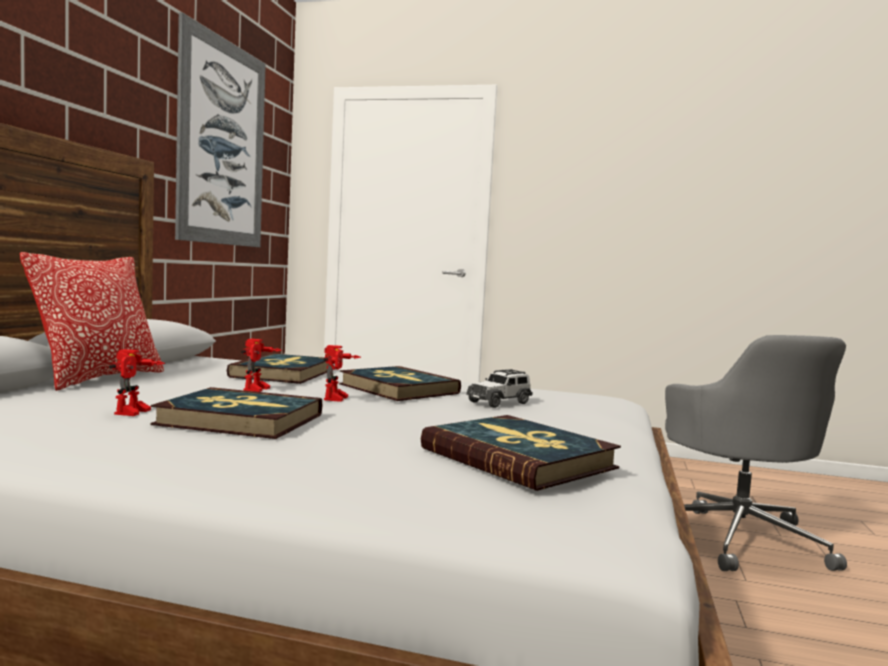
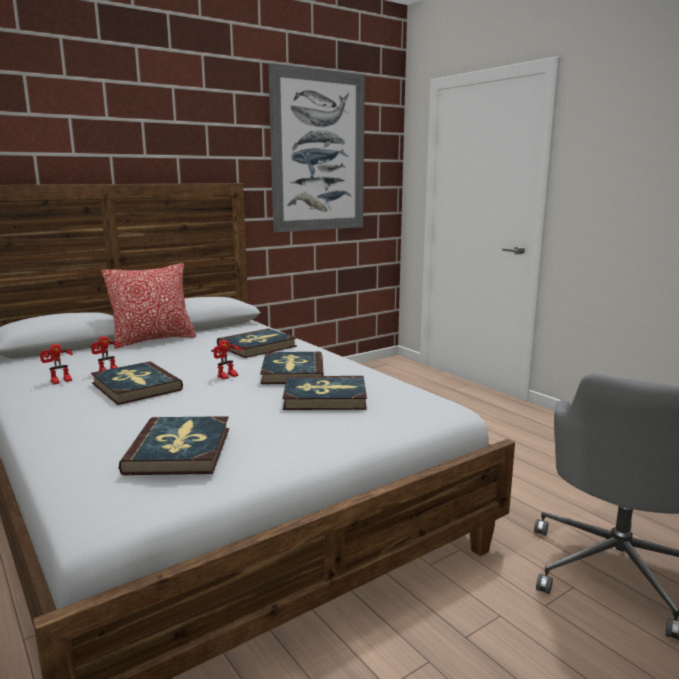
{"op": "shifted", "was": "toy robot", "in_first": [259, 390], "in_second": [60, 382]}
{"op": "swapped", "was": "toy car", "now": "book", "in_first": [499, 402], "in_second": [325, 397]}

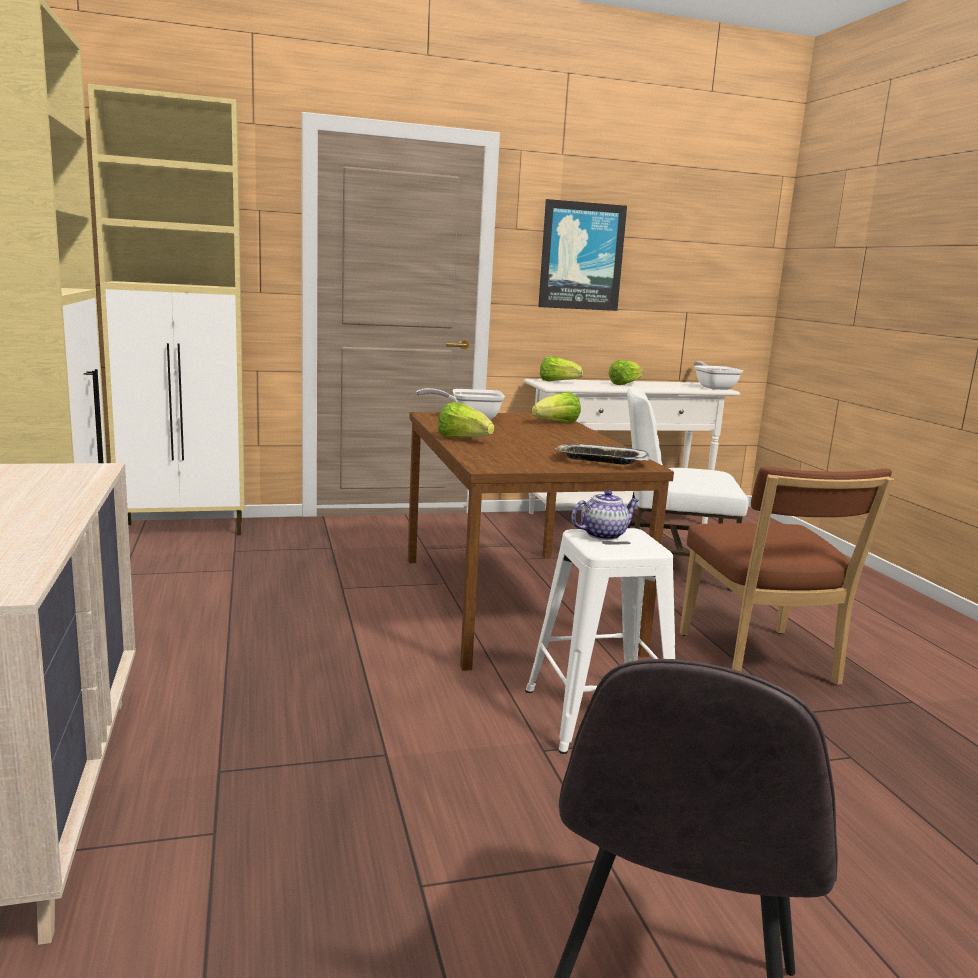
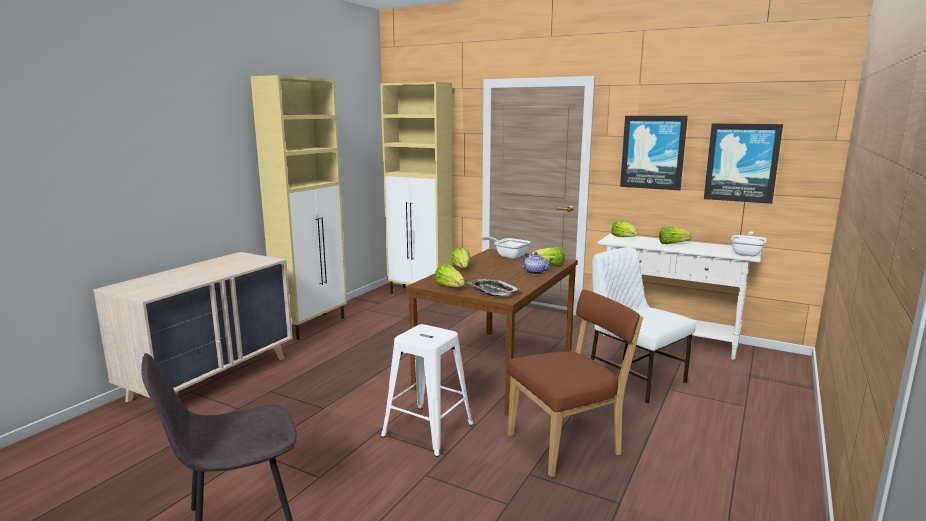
{"op": "shifted", "was": "teapot", "in_first": [604, 535], "in_second": [535, 272]}
{"op": "rotated", "was": "brown chair", "in_first": [760, 662], "in_second": [568, 444], "clockwise": -150}
{"op": "new", "now": "lettuce", "in_second": [450, 287]}
{"op": "new", "now": "picture", "in_second": [741, 163]}

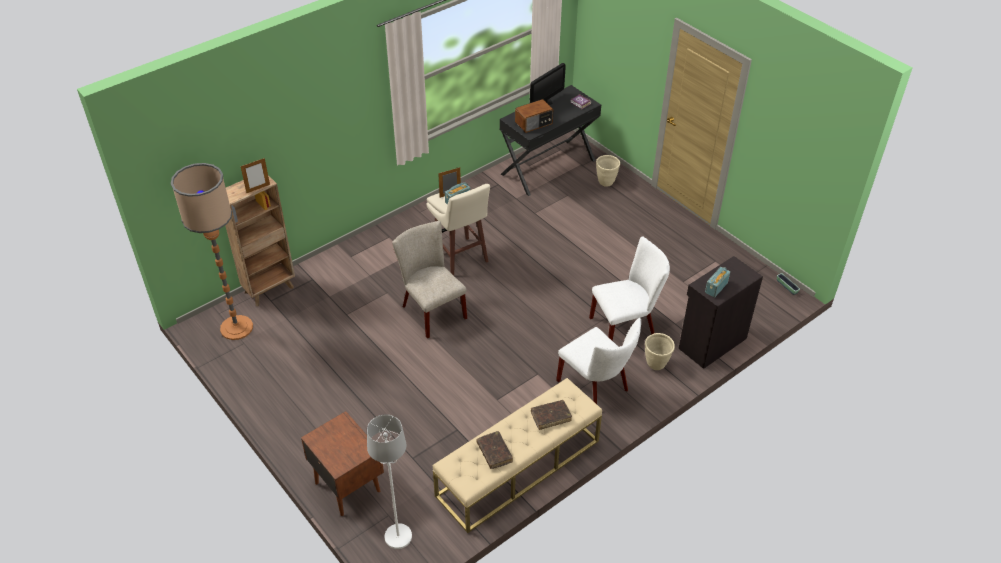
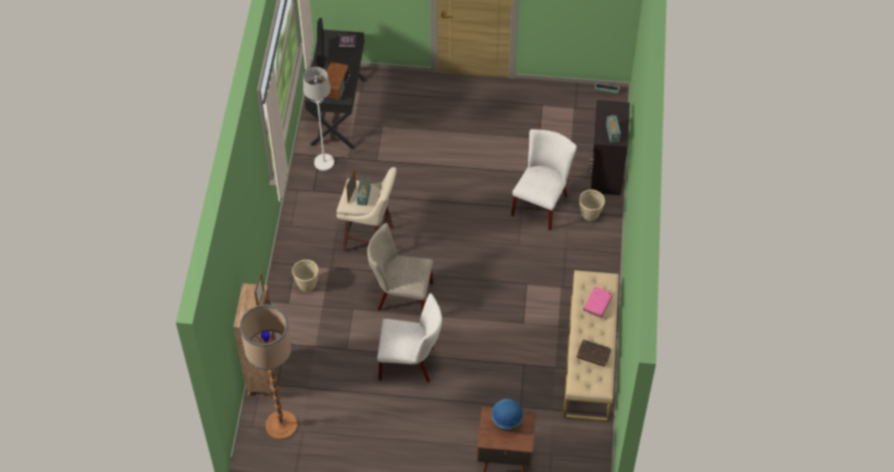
{"op": "shifted", "was": "white floor lamp", "in_first": [398, 537], "in_second": [324, 163]}
{"op": "repainted", "was": "brown book", "now": "pink book", "in_first": [550, 417], "in_second": [597, 304]}
{"op": "shifted", "was": "white chair", "in_first": [596, 387], "in_second": [411, 362]}
{"op": "shifted", "was": "beige planter", "in_first": [606, 182], "in_second": [307, 285]}
{"op": "new", "now": "globe", "in_second": [507, 422]}

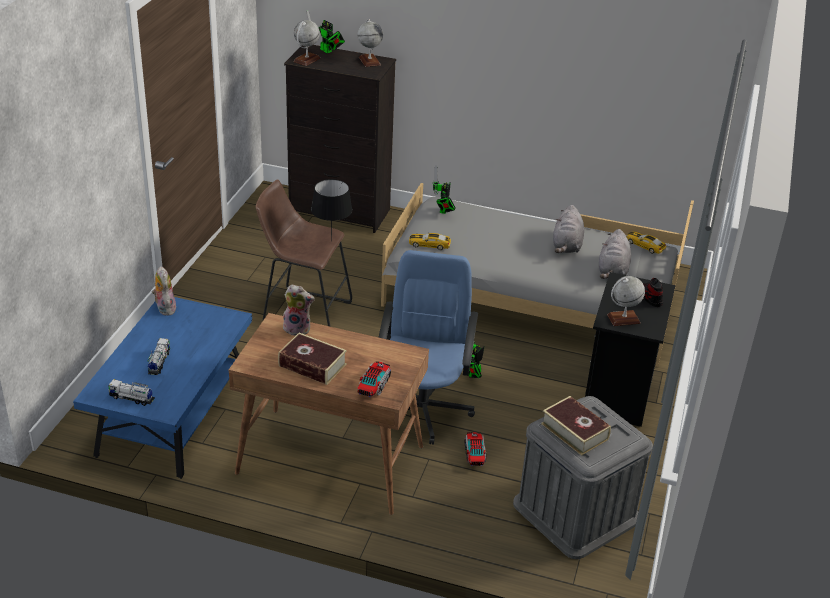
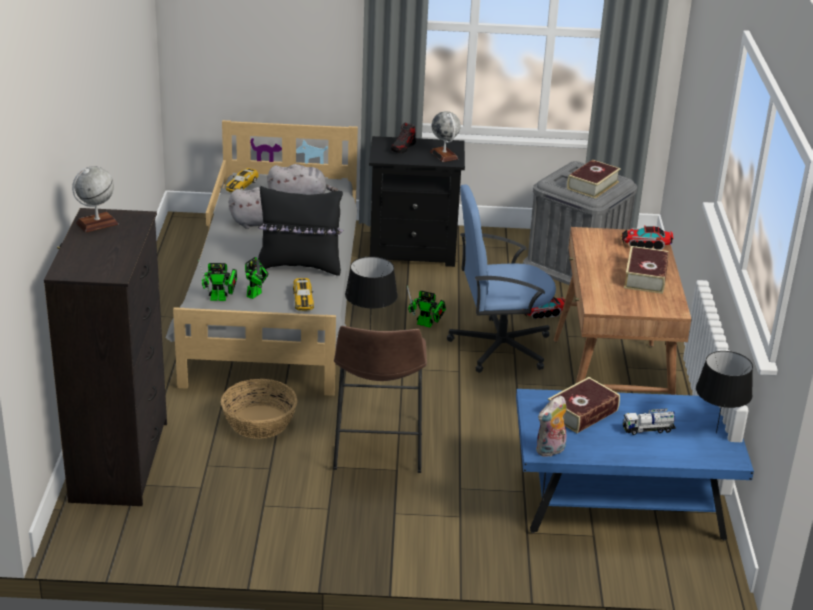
{"op": "swapped", "was": "toy truck", "now": "black table lamp", "in_first": [132, 398], "in_second": [716, 432]}
{"op": "gone", "was": "plush toy", "in_first": [298, 328]}
{"op": "gone", "was": "globe", "in_first": [306, 60]}
{"op": "shifted", "was": "toy robot", "in_first": [327, 51], "in_second": [255, 293]}
{"op": "new", "now": "basket", "in_second": [258, 422]}
{"op": "new", "now": "black pillow", "in_second": [300, 266]}
{"op": "new", "now": "book", "in_second": [582, 412]}

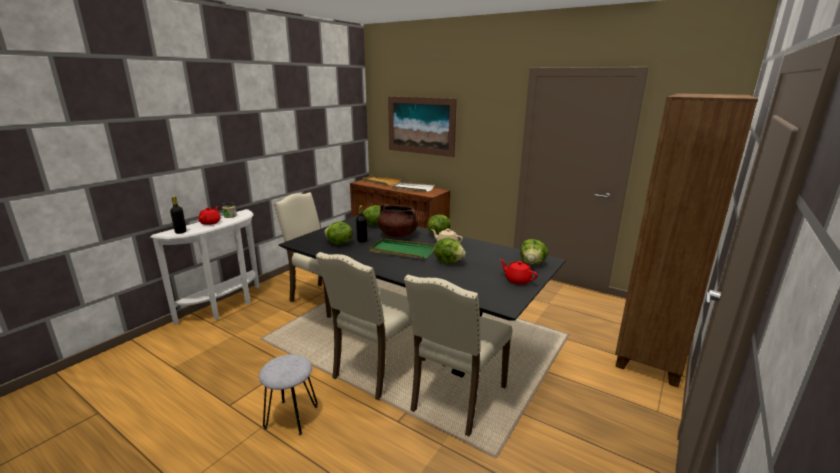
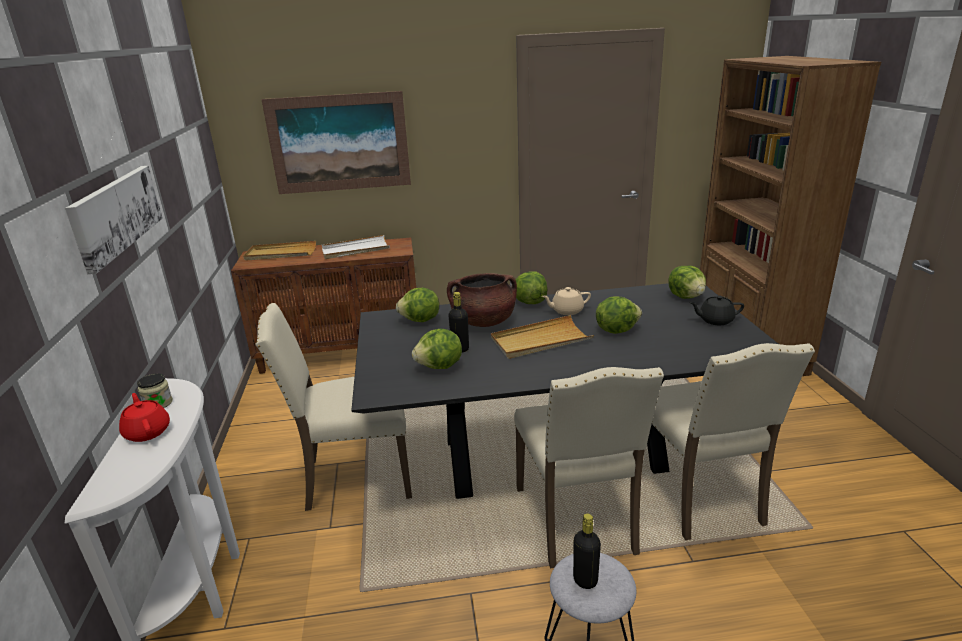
{"op": "shifted", "was": "black bottle", "in_first": [180, 232], "in_second": [585, 580]}
{"op": "repainted", "was": "green tray", "now": "beige tray", "in_first": [402, 251], "in_second": [540, 340]}
{"op": "repainted", "was": "red teapot", "now": "black teapot", "in_first": [517, 280], "in_second": [715, 320]}
{"op": "new", "now": "picture", "in_second": [116, 214]}

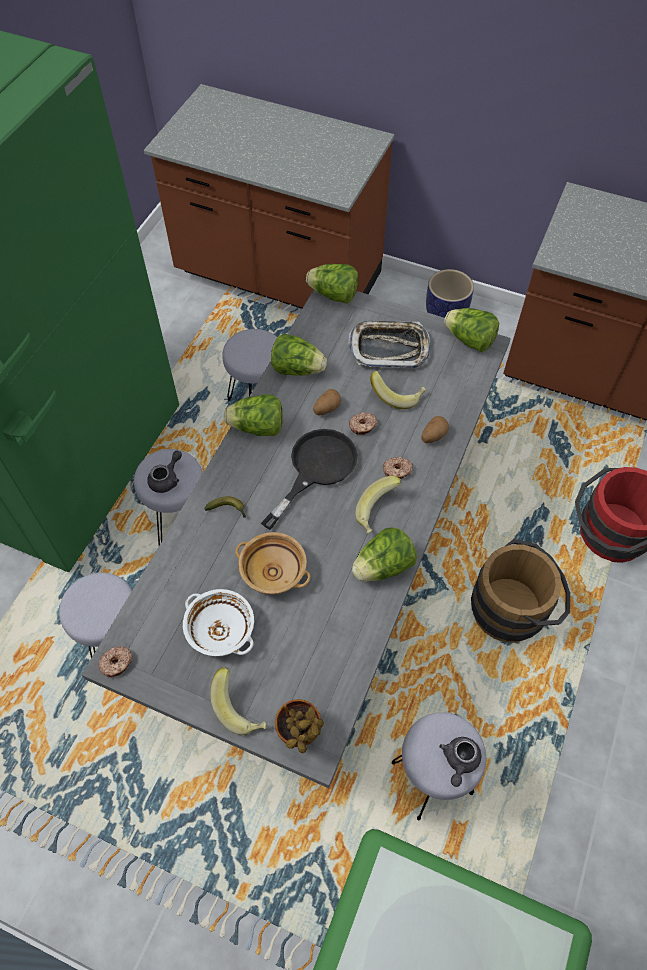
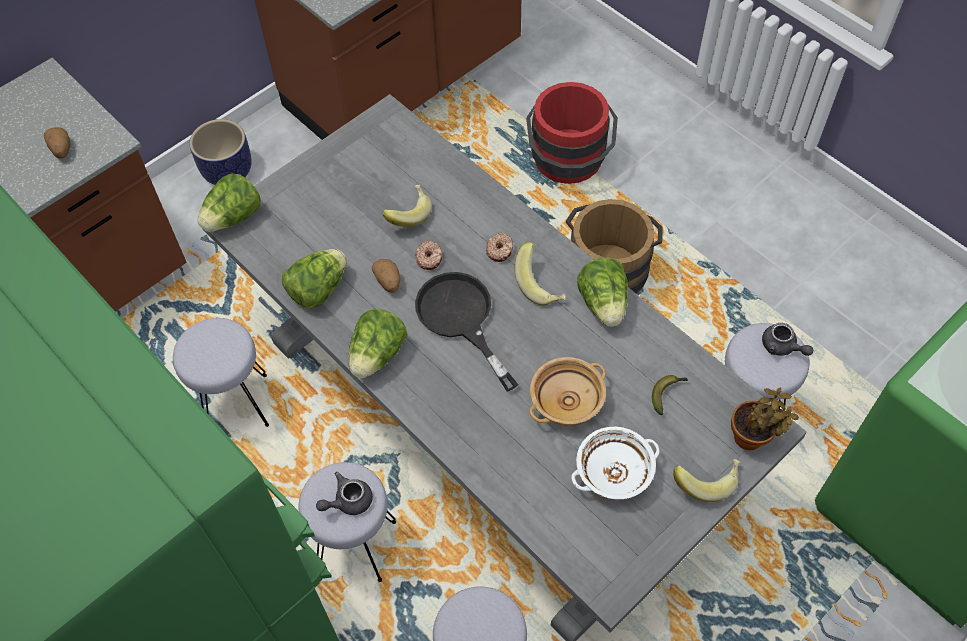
{"op": "gone", "was": "donut", "in_first": [117, 663]}
{"op": "rotated", "was": "grey teapot", "in_first": [167, 479], "in_second": [348, 501], "clockwise": -90}
{"op": "shifted", "was": "banana", "in_first": [228, 510], "in_second": [667, 394]}
{"op": "gone", "was": "tray", "in_first": [389, 348]}
{"op": "shifted", "was": "potato", "in_first": [433, 436], "in_second": [61, 150]}
{"op": "gone", "was": "lettuce", "in_first": [469, 340]}

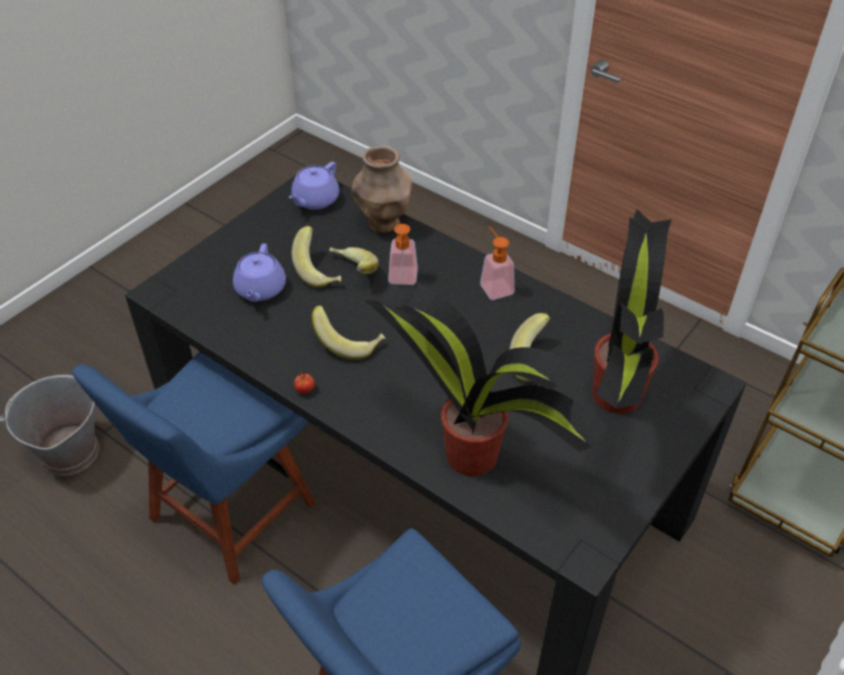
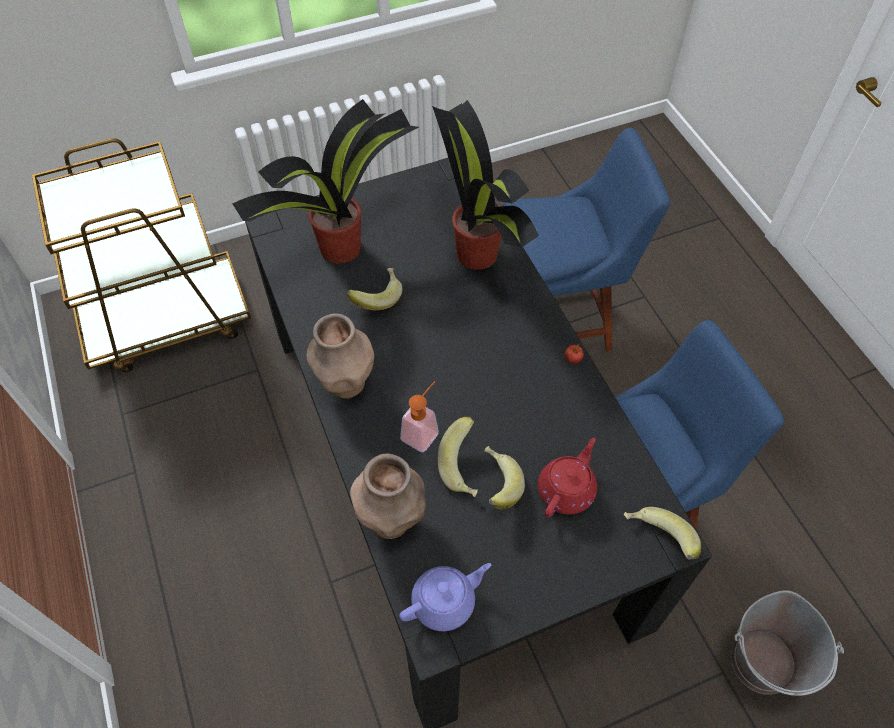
{"op": "repainted", "was": "purple teapot", "now": "red teapot", "in_first": [260, 289], "in_second": [566, 490]}
{"op": "shifted", "was": "banana", "in_first": [349, 343], "in_second": [657, 540]}
{"op": "swapped", "was": "soap dispenser", "now": "brown vase", "in_first": [494, 285], "in_second": [345, 384]}

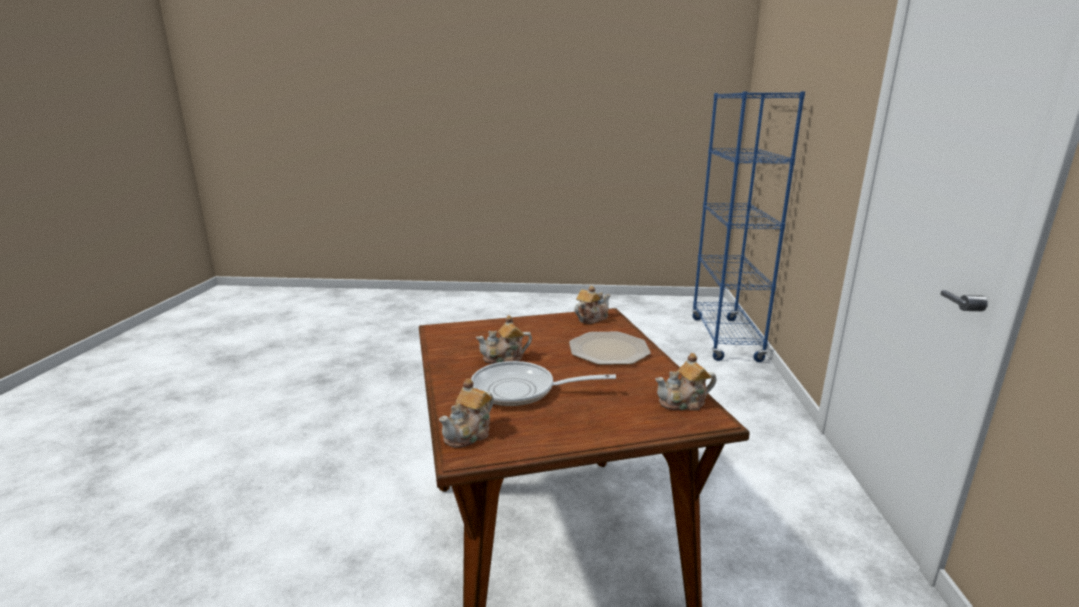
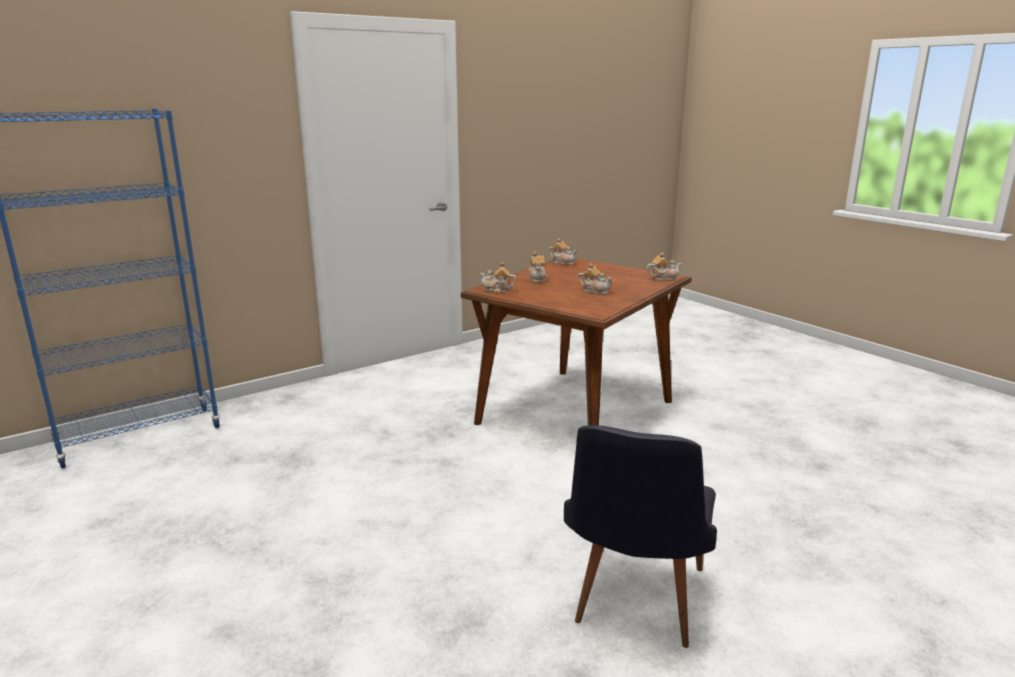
{"op": "gone", "was": "frying pan", "in_first": [521, 391]}
{"op": "swapped", "was": "plate", "now": "teapot", "in_first": [609, 350], "in_second": [537, 279]}
{"op": "new", "now": "black chair", "in_second": [634, 603]}

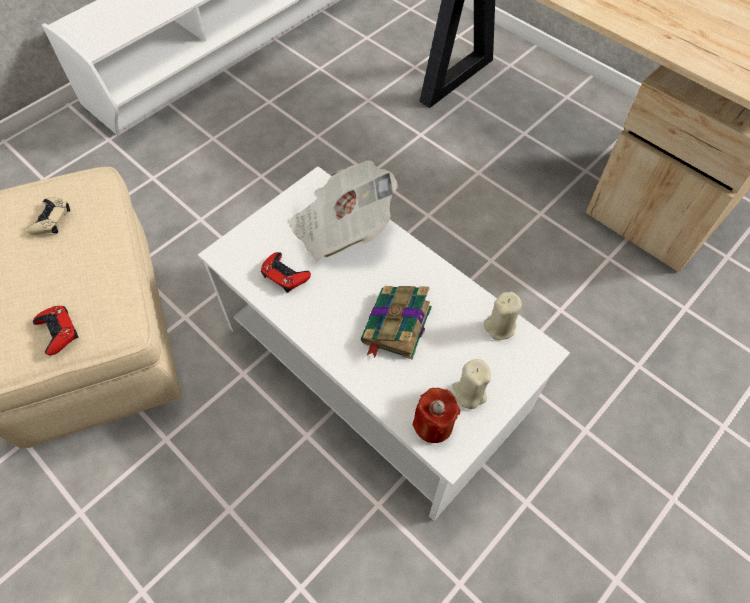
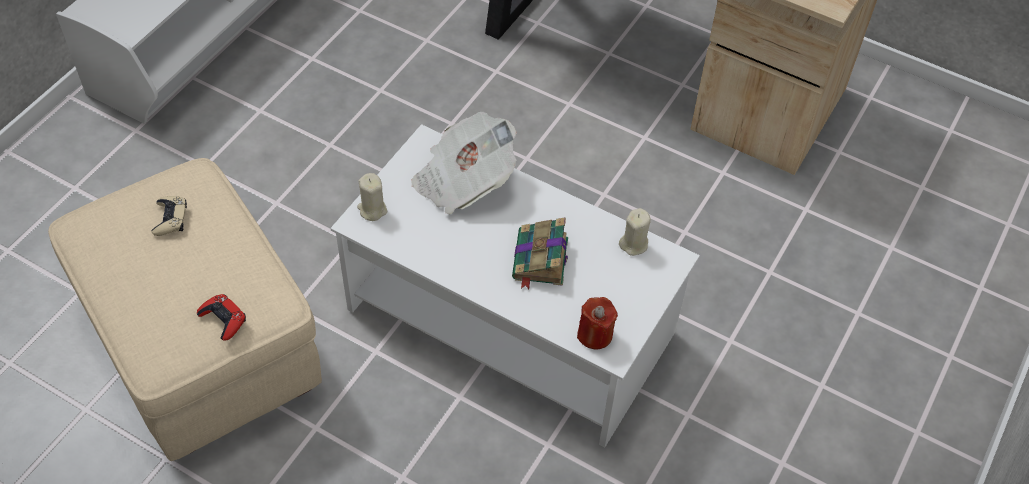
{"op": "gone", "was": "red game controller", "in_first": [285, 275]}
{"op": "shifted", "was": "beige candle", "in_first": [469, 393], "in_second": [372, 210]}

